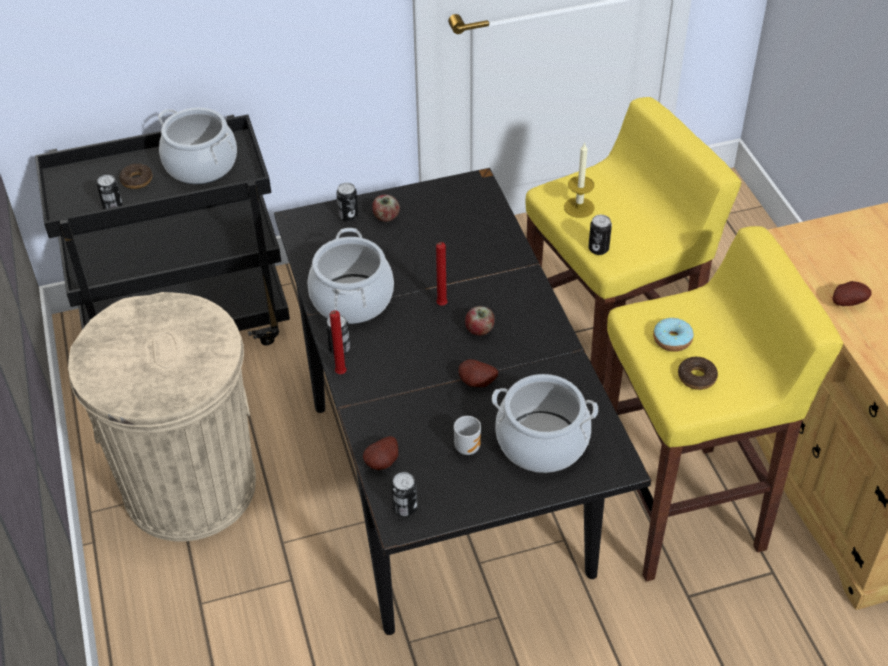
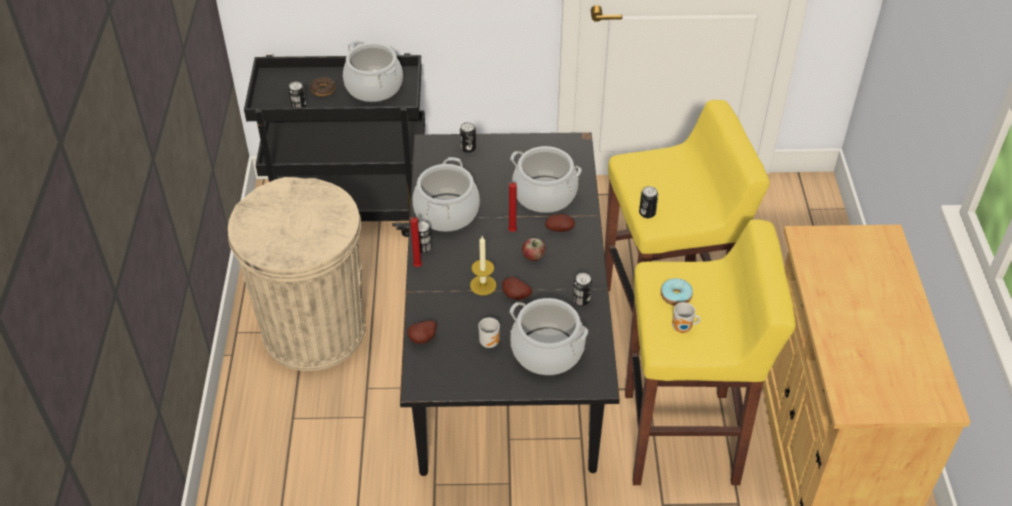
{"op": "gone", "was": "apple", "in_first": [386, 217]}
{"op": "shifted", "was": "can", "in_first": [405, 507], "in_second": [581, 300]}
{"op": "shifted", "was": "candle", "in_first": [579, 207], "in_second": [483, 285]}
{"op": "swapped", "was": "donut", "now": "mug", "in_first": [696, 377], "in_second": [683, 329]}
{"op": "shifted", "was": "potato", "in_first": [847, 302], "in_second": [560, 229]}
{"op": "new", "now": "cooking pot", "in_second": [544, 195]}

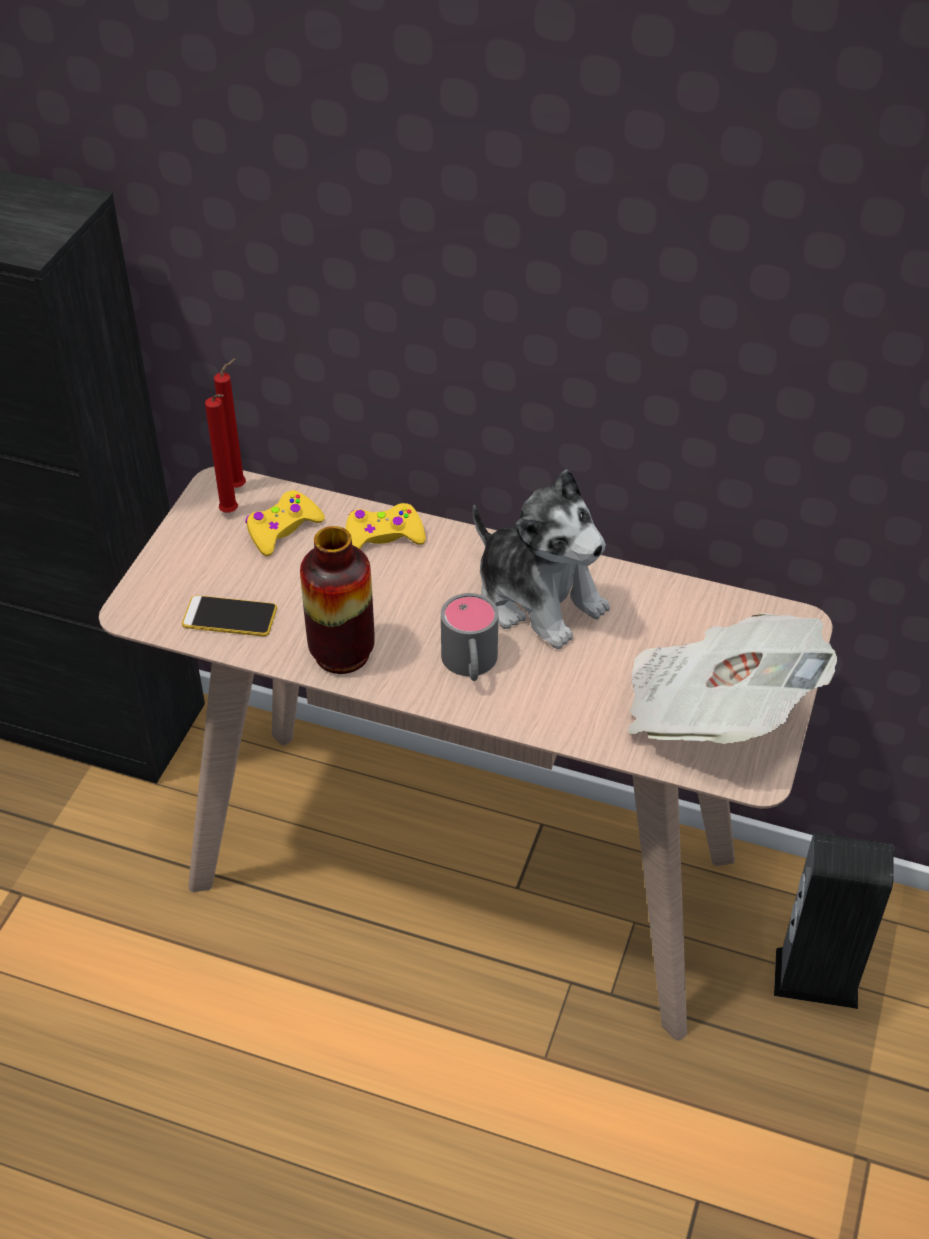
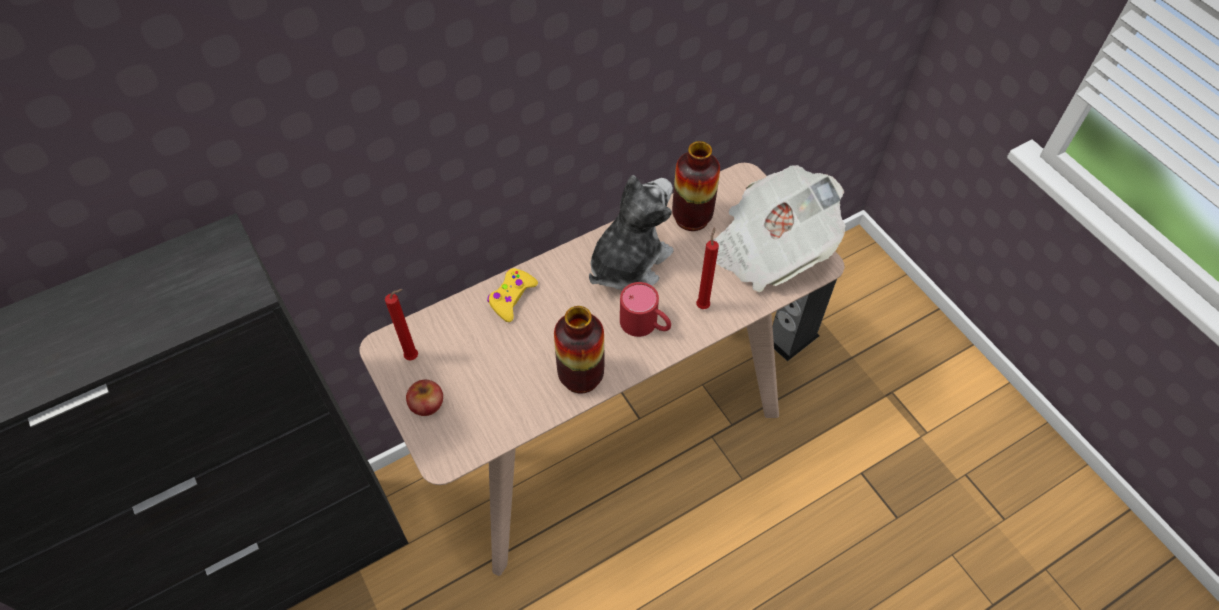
{"op": "gone", "was": "phone", "in_first": [230, 617]}
{"op": "shifted", "was": "red candle", "in_first": [240, 486], "in_second": [703, 304]}
{"op": "gone", "was": "yellow game controller", "in_first": [282, 530]}
{"op": "repainted", "was": "grey mug", "now": "red mug", "in_first": [470, 665], "in_second": [646, 325]}
{"op": "rotated", "was": "plush toy", "in_first": [539, 599], "in_second": [628, 263], "clockwise": -45}
{"op": "new", "now": "apple", "in_second": [427, 403]}
{"op": "new", "now": "vase", "in_second": [691, 218]}

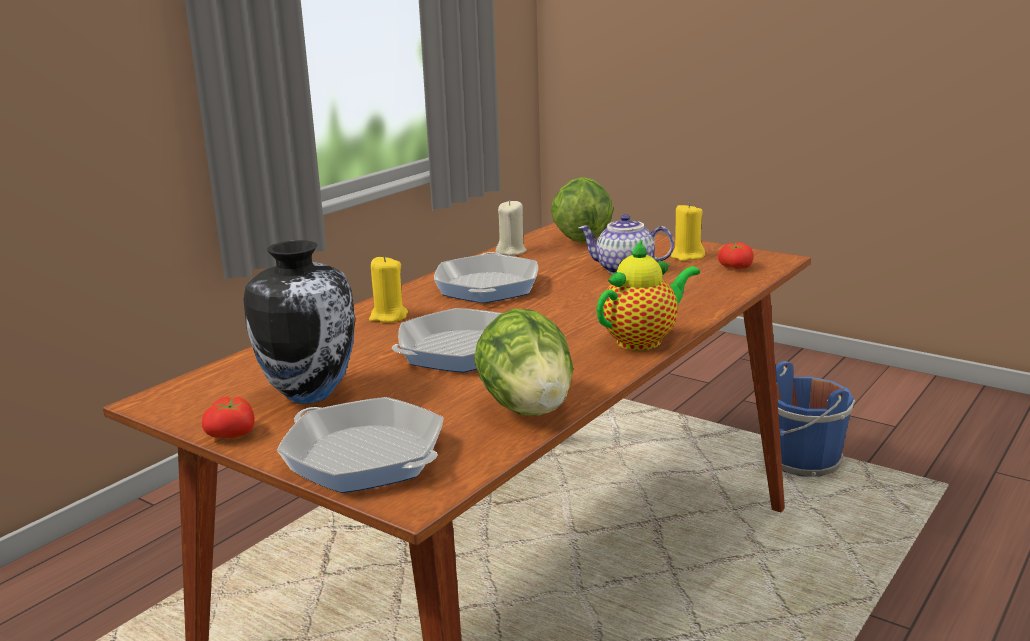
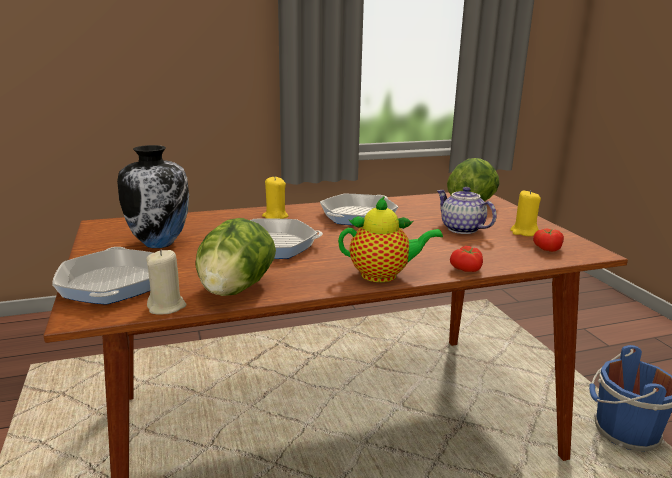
{"op": "shifted", "was": "tomato", "in_first": [233, 434], "in_second": [467, 270]}
{"op": "shifted", "was": "beige candle", "in_first": [511, 251], "in_second": [167, 307]}

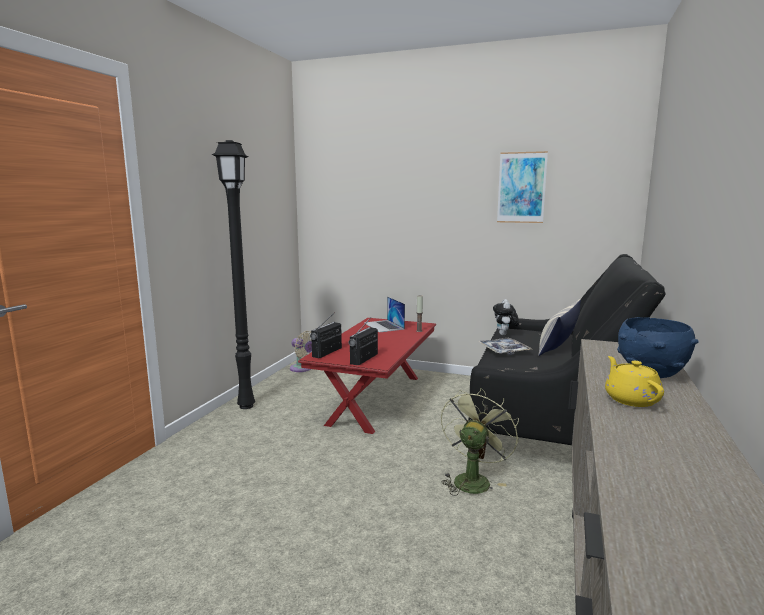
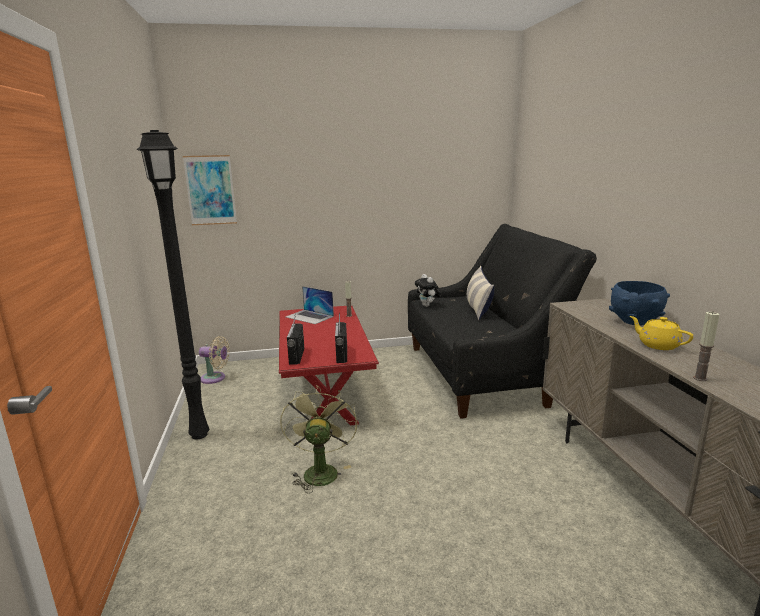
{"op": "shifted", "was": "green fan", "in_first": [473, 479], "in_second": [320, 470]}
{"op": "gone", "was": "tray", "in_first": [504, 351]}
{"op": "shifted", "was": "picture", "in_first": [521, 187], "in_second": [210, 190]}
{"op": "new", "now": "candle", "in_second": [700, 378]}

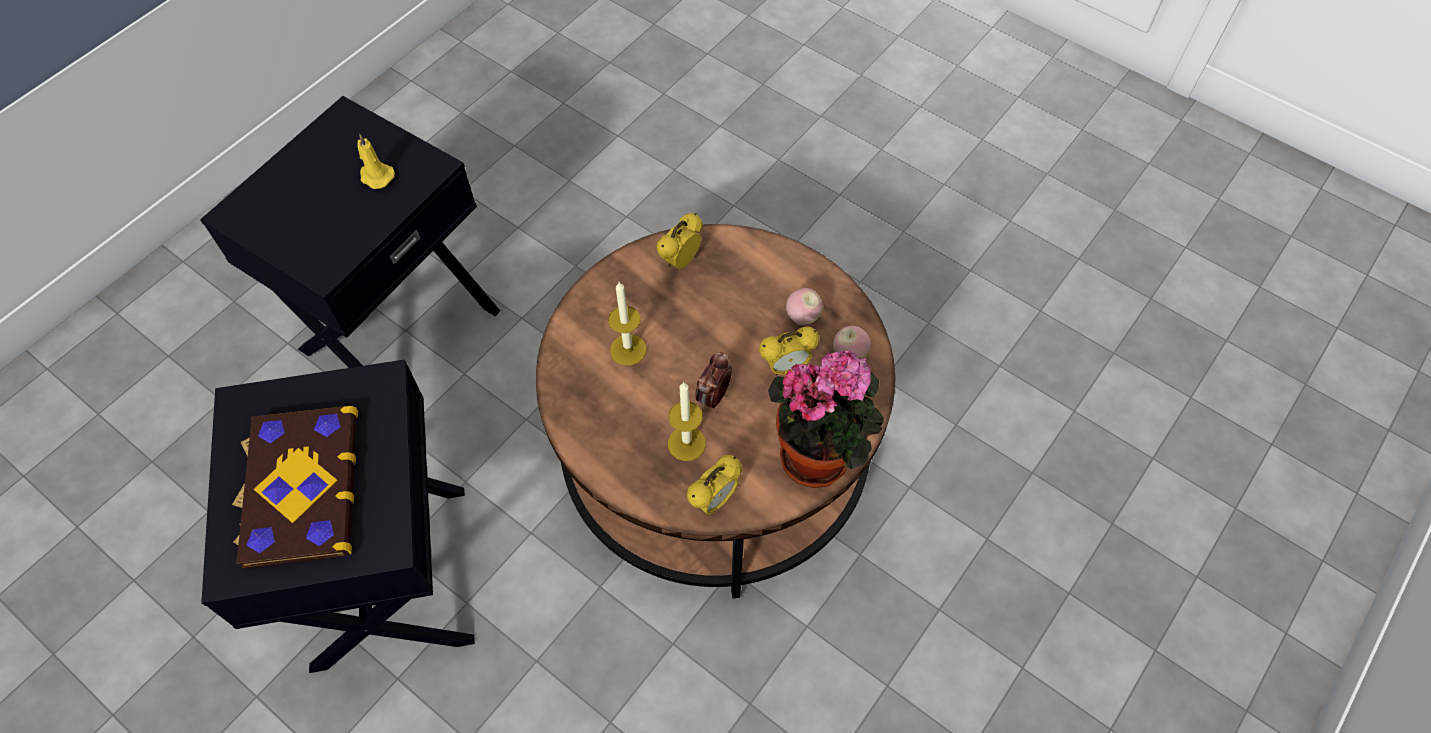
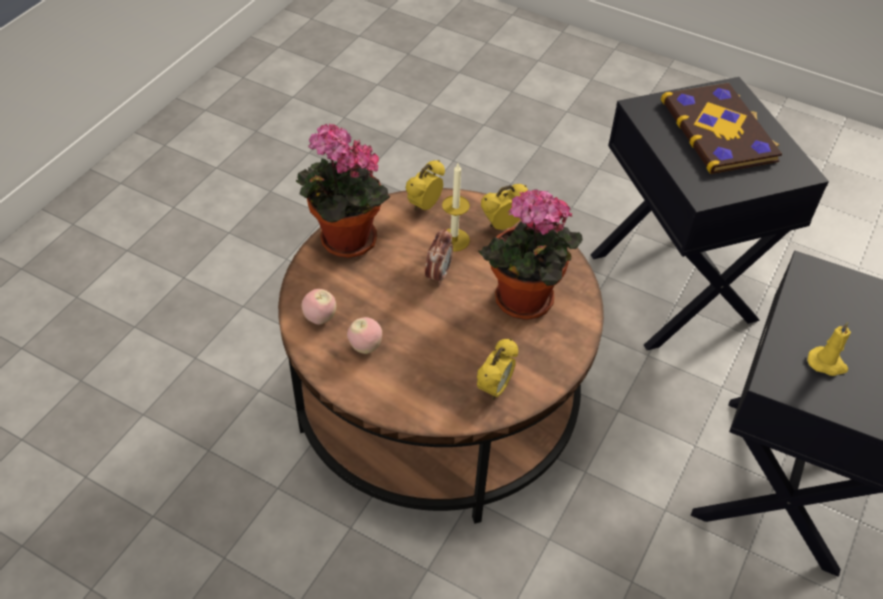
{"op": "swapped", "was": "candle", "now": "potted plant", "in_first": [628, 349], "in_second": [522, 303]}
{"op": "shifted", "was": "alarm clock", "in_first": [786, 367], "in_second": [502, 226]}

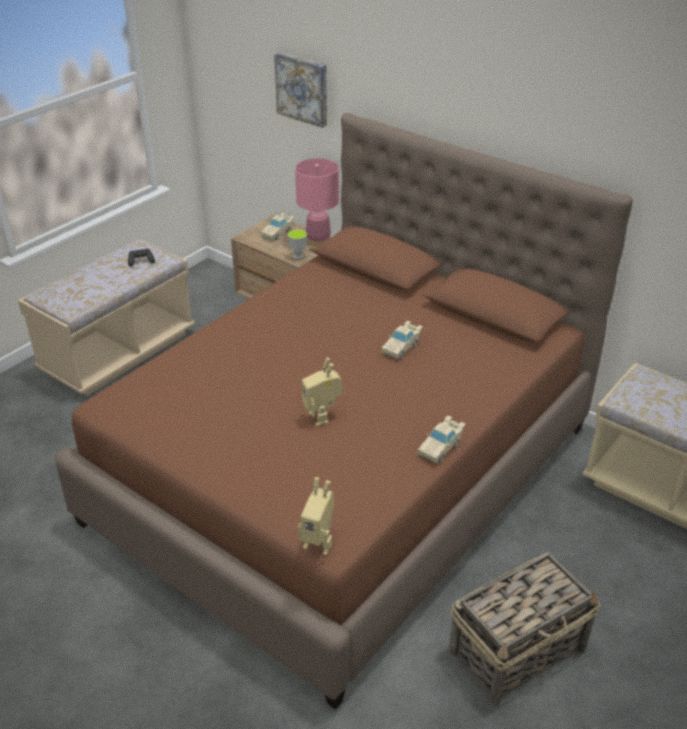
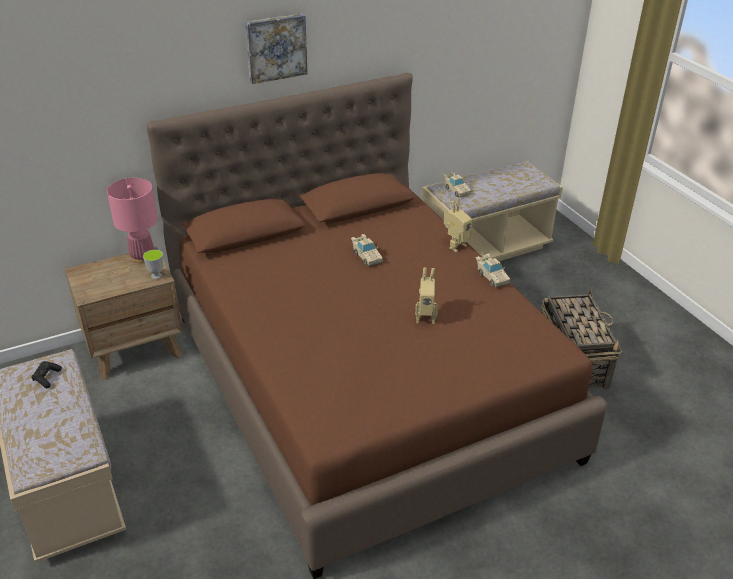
{"op": "shifted", "was": "beige toy car", "in_first": [278, 233], "in_second": [456, 190]}
{"op": "shifted", "was": "picture", "in_first": [303, 88], "in_second": [275, 47]}
{"op": "shifted", "was": "toy robot", "in_first": [319, 543], "in_second": [455, 245]}

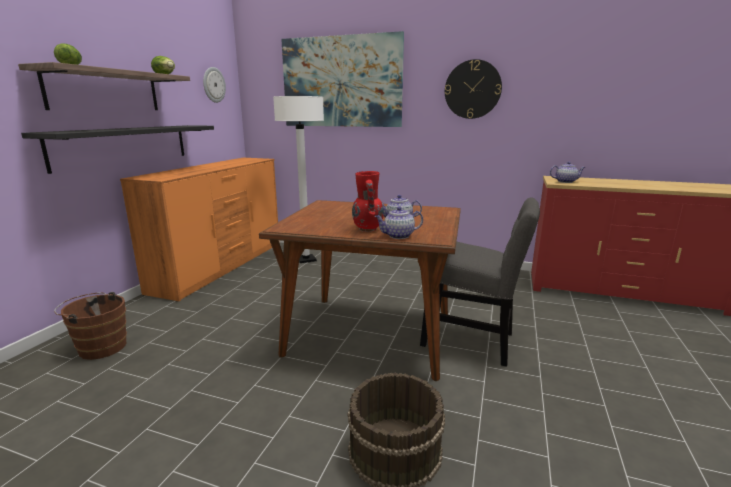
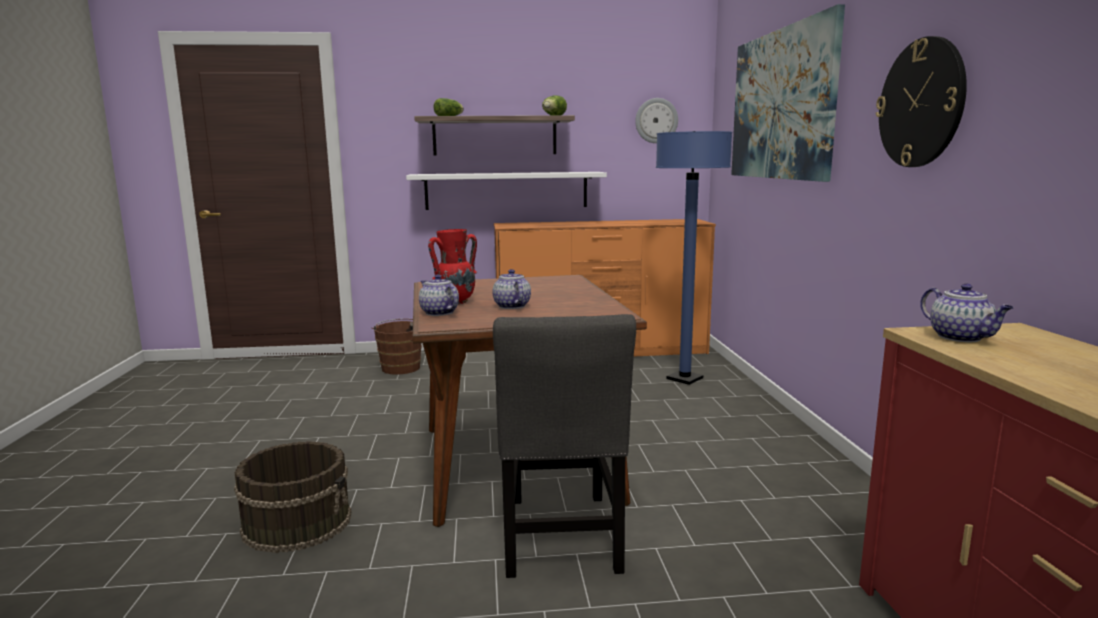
{"op": "repainted", "was": "black shelf", "now": "white shelf", "in_first": [124, 145], "in_second": [506, 190]}
{"op": "repainted", "was": "white floor lamp", "now": "blue floor lamp", "in_first": [306, 259], "in_second": [684, 379]}

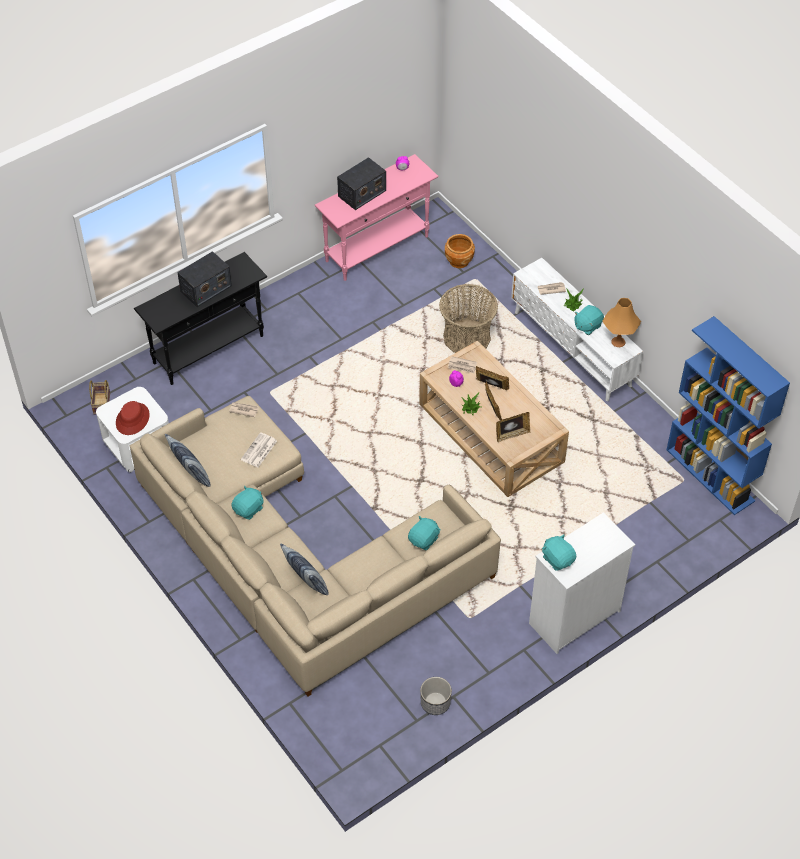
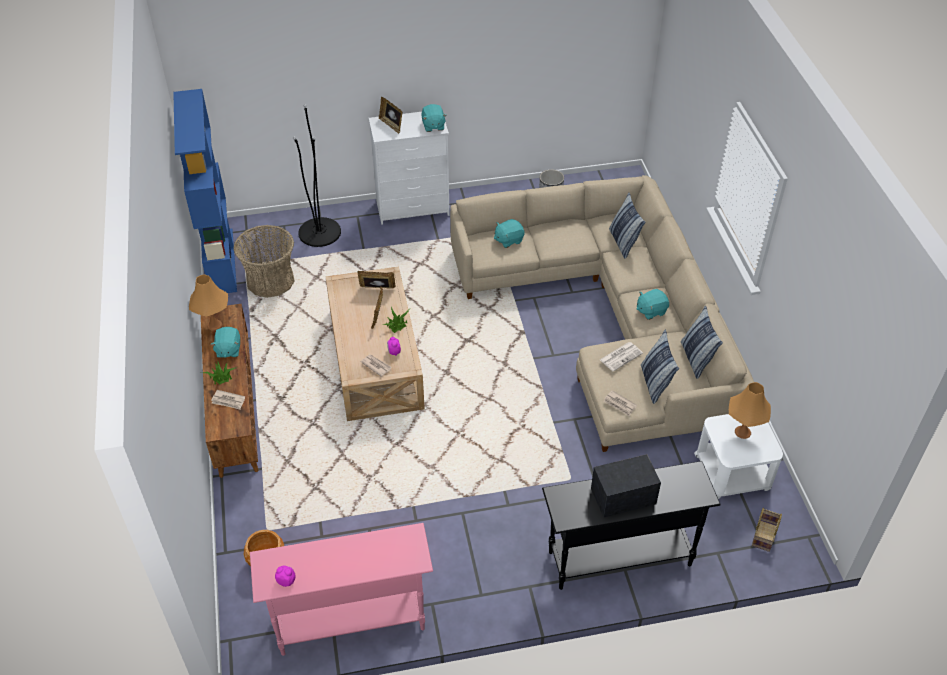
{"op": "swapped", "was": "red hat", "now": "orange table lamp", "in_first": [132, 419], "in_second": [743, 432]}
{"op": "gone", "was": "radio", "in_first": [362, 193]}
{"op": "shifted", "was": "basket", "in_first": [467, 338], "in_second": [270, 281]}
{"op": "shifted", "was": "picture frame", "in_first": [491, 387], "in_second": [391, 125]}
{"op": "repainted", "was": "white tv stand", "now": "brown tv stand", "in_first": [573, 348], "in_second": [234, 409]}
{"op": "rotated", "was": "turquoise plush toy", "in_first": [587, 326], "in_second": [228, 350], "clockwise": 105}
{"op": "new", "now": "black floor lamp", "in_second": [319, 232]}
{"op": "new", "now": "pillow", "in_second": [655, 383]}

